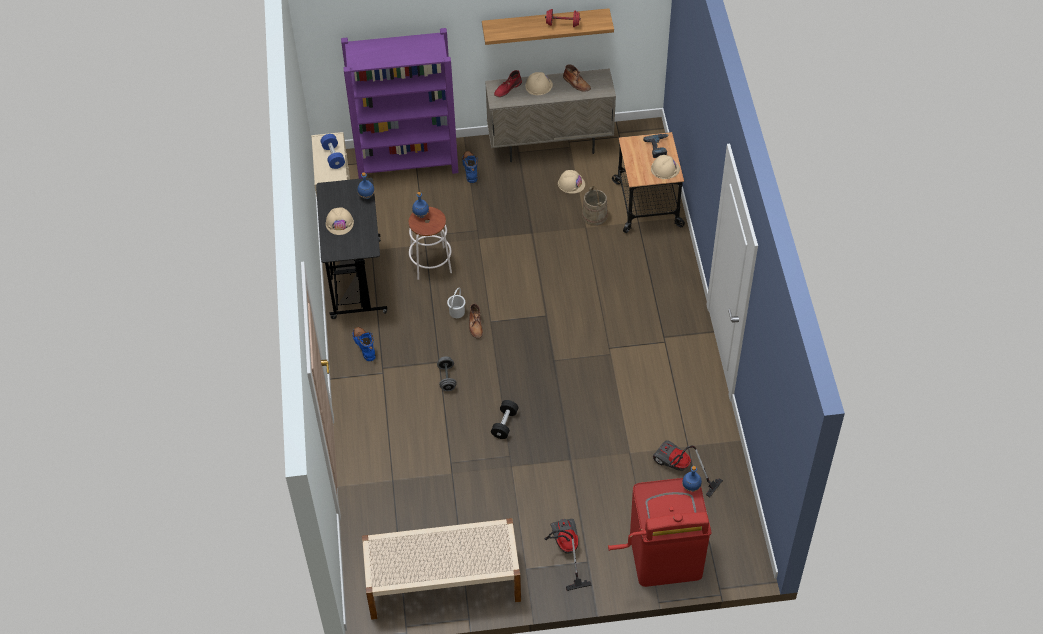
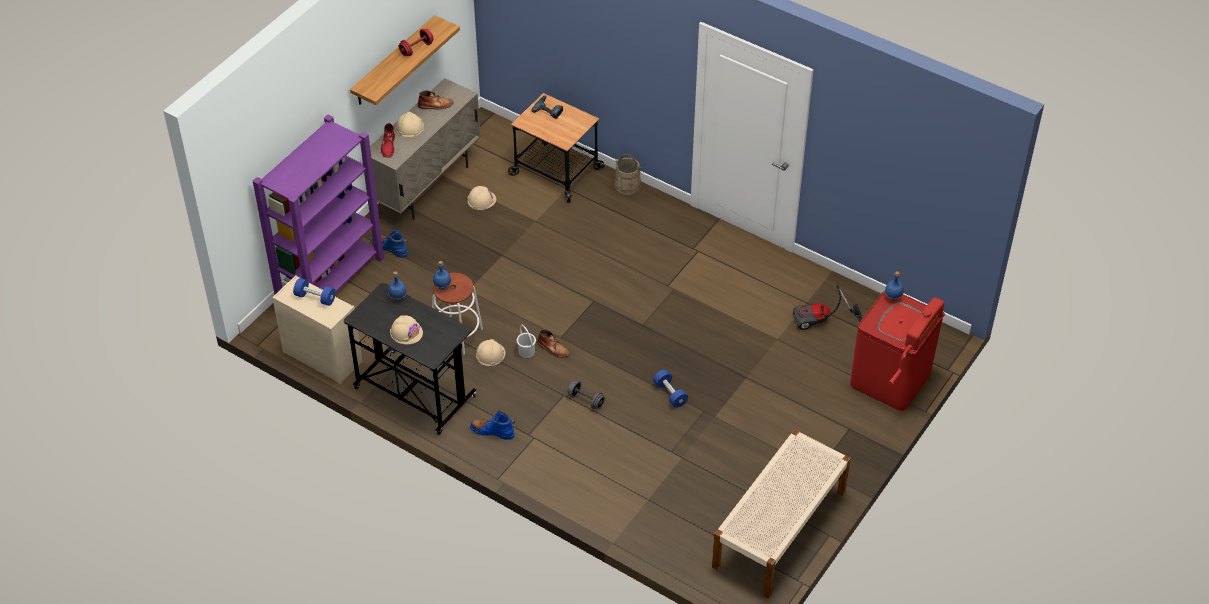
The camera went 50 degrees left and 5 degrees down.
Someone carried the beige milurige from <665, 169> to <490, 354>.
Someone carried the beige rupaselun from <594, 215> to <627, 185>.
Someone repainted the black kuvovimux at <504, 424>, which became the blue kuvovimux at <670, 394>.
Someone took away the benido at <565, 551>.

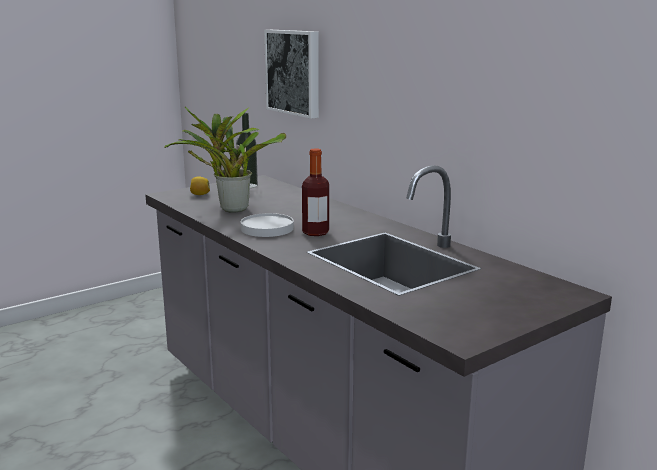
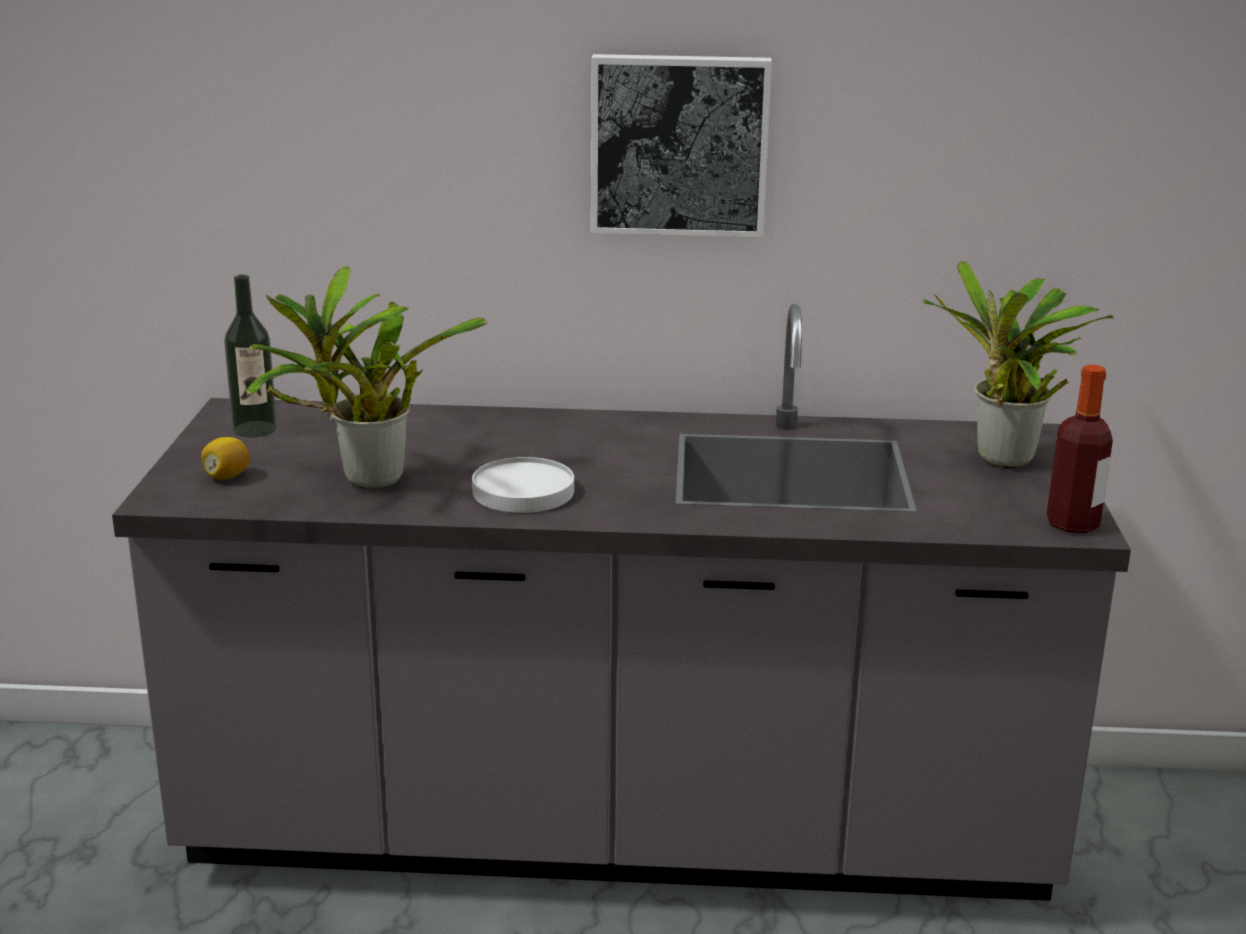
The camera went 50 degrees left and 5 degrees up.
Someone carried the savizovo from <294, 72> to <679, 145>.
Someone carried the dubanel from <315, 233> to <1072, 524>.
Someone put down the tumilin at <1002, 463>.

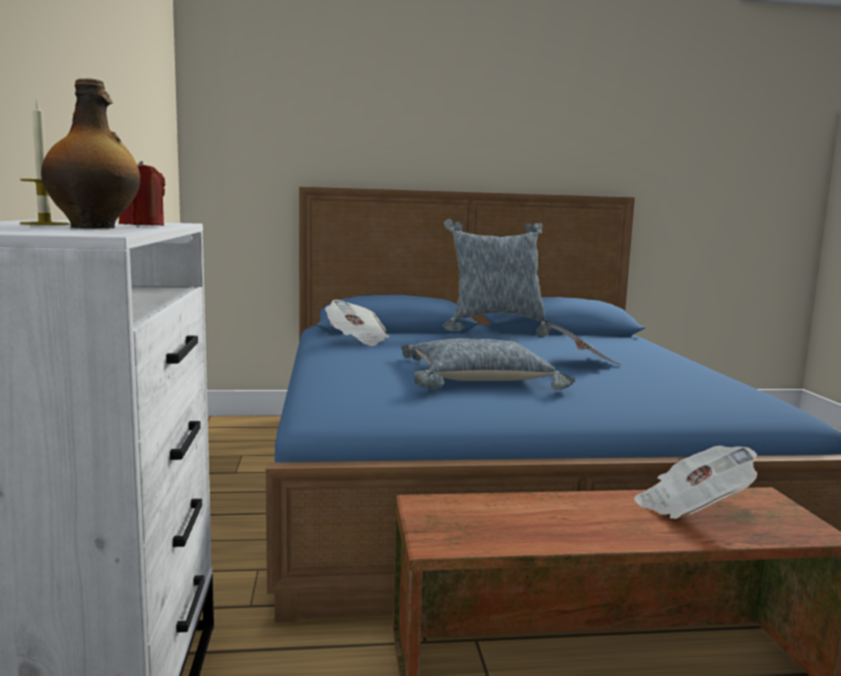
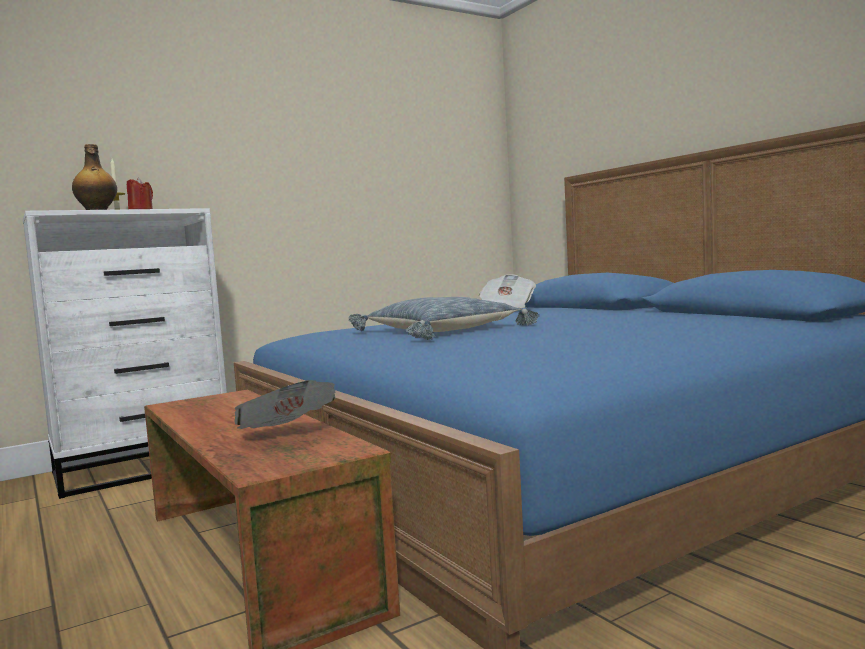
The camera went 65 degrees right and 5 degrees down.
Someone took away the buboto at <493, 333>.
Someone took away the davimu at <583, 363>.

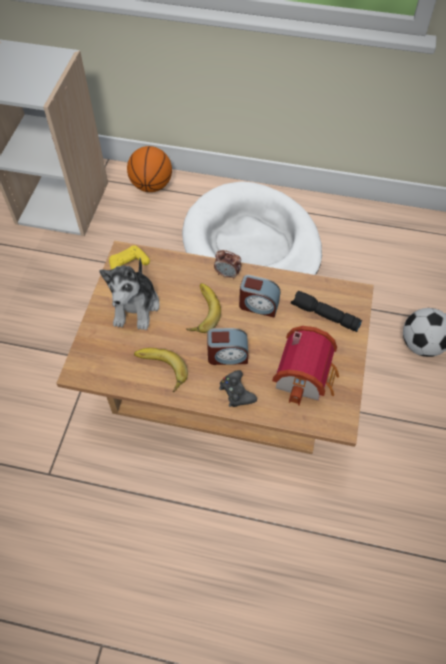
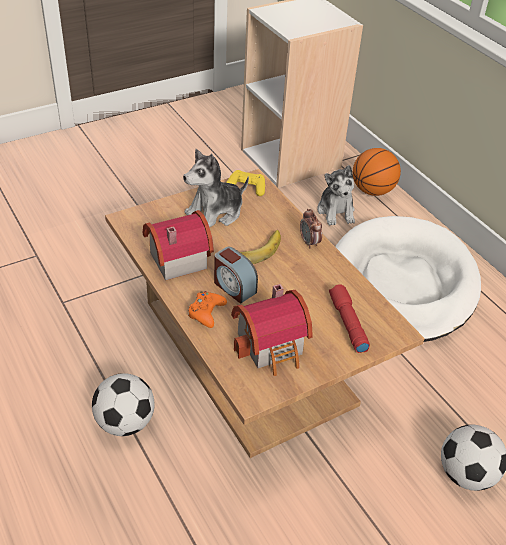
The camera went 45 degrees right and 15 degrees down.
Someone took away the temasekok at <258, 305>.
Someone repainted the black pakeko at <324, 315>, which became the red pakeko at <347, 323>.
Someone swapped the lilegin at <159, 370> for the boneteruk at <175, 258>.
Someone repainted the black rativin at <236, 392>, which became the orange rativin at <206, 312>.
Someone put down the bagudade at <336, 211>.
Someone put down the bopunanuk at <125, 422>.

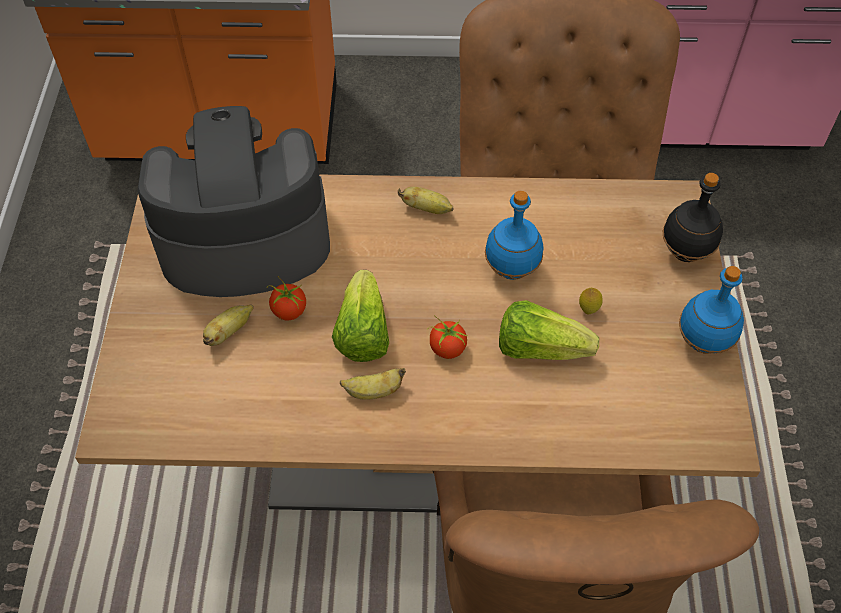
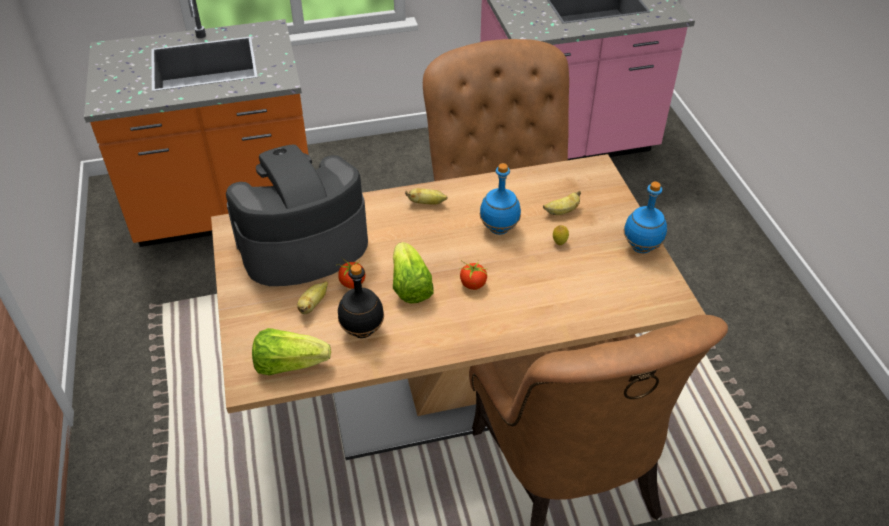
The camera went 15 degrees left and 10 degrees down.
Someone carried the black dubanel from <685, 253> to <362, 331>.
Someone carried the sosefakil from <540, 348> to <289, 364>.
Someone carried the lilegin from <373, 392> to <562, 211>.

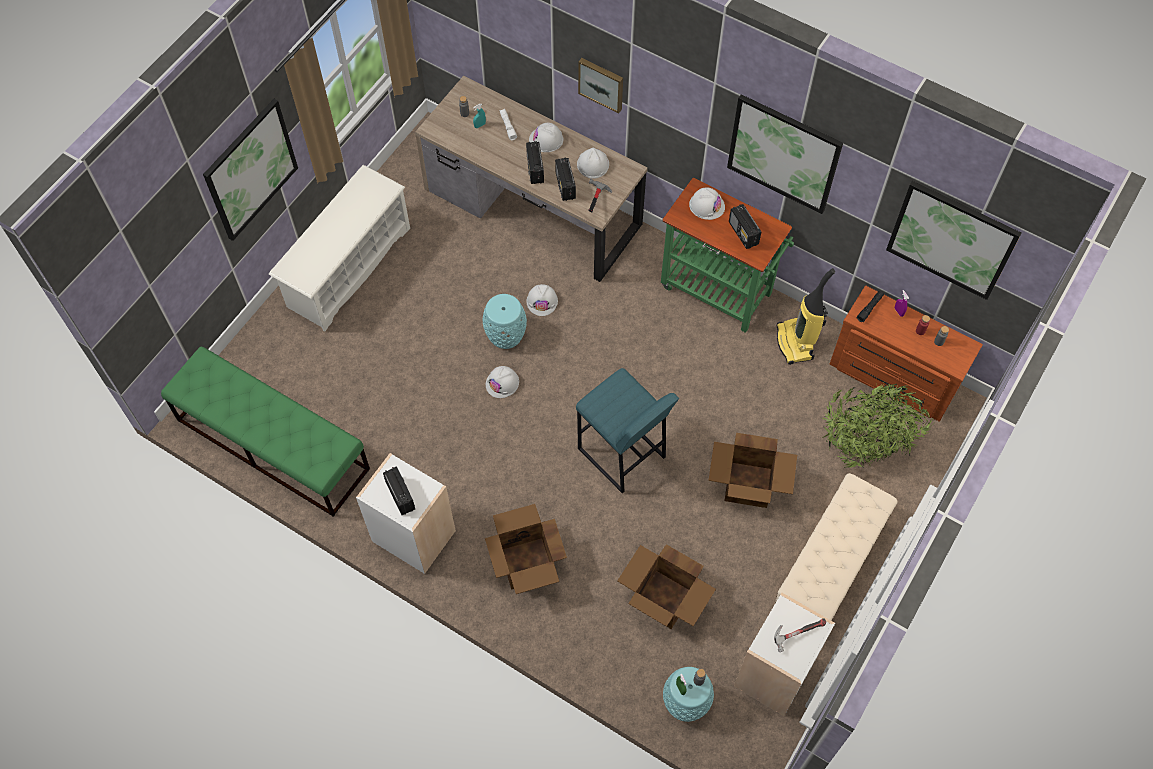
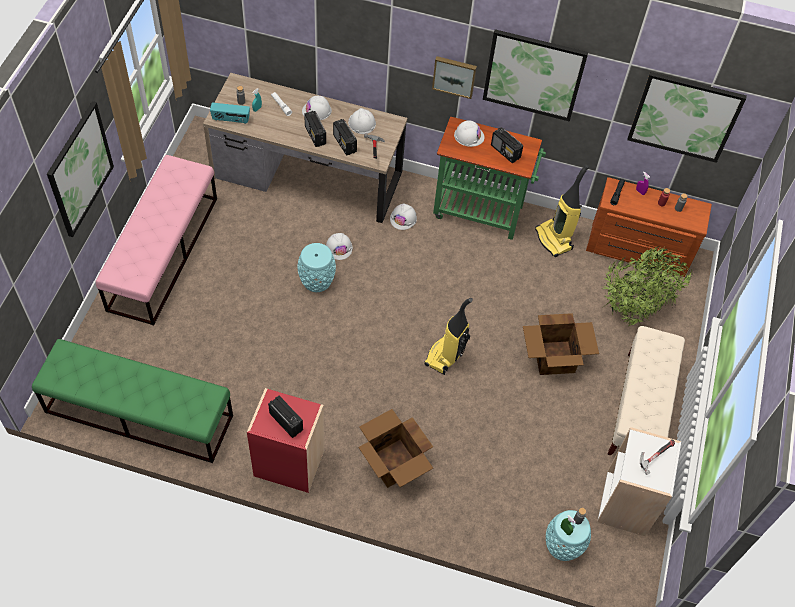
The camera went 20 degrees left and 5 degrees down.
Someone carried the savizovo from <601, 83> to <454, 76>.
Someone swapped the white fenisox at <348, 267> for the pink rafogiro at <163, 252>.
Someone carried the white milurige from <502, 383> to <403, 218>.
Someone swapped the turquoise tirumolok at <623, 454> for the benido at <445, 356>.
Someone repainted the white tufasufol at <412, 536>, which became the red tufasufol at <288, 463>.
Someone took away the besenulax at <664, 600>.
Someone put down the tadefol at <231, 120>.

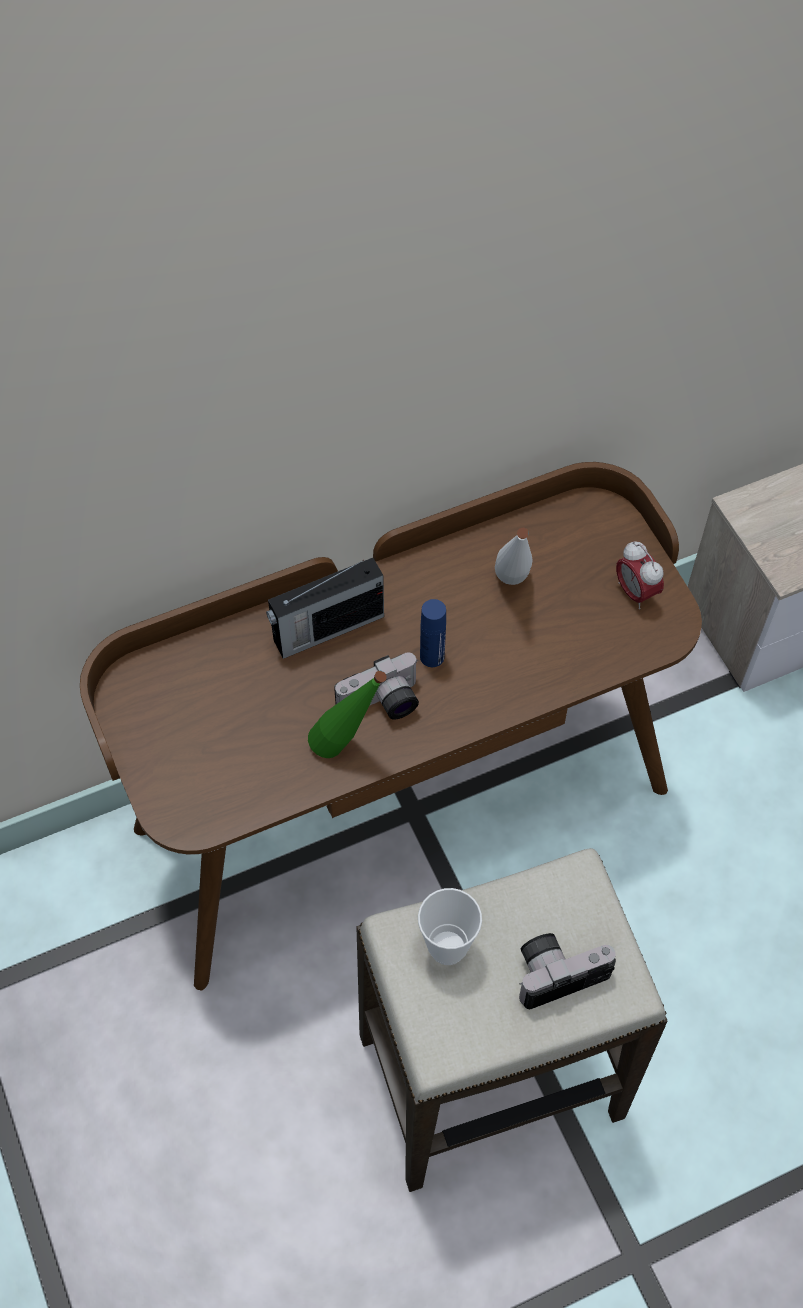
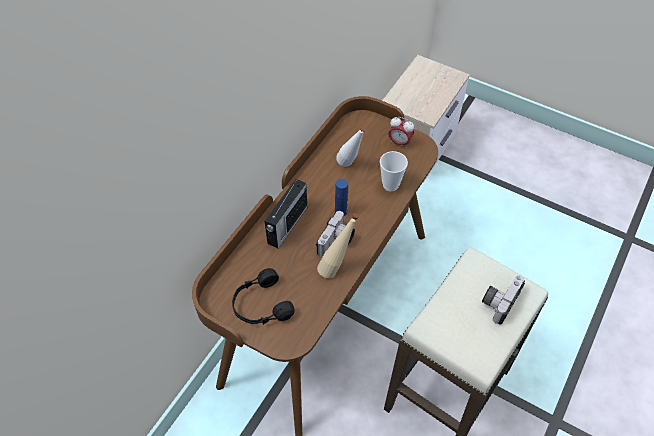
The camera went 35 degrees left and 5 degrees down.
Someone repainted the green dubanel at <348, 747>, which became the beige dubanel at <337, 268>.
Someone carried the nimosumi from <447, 948> to <390, 185>.
Someone put down the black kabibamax at <260, 305>.

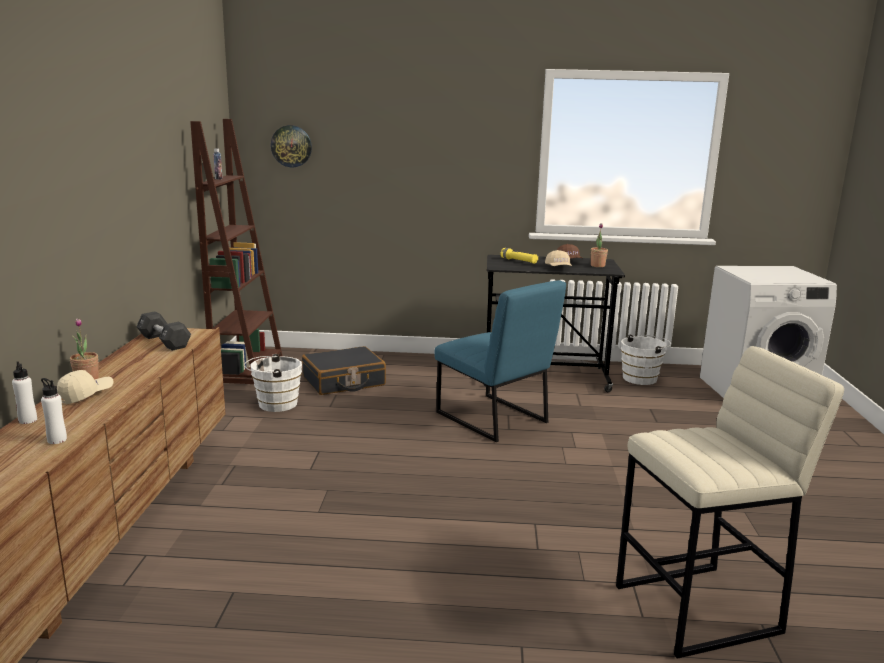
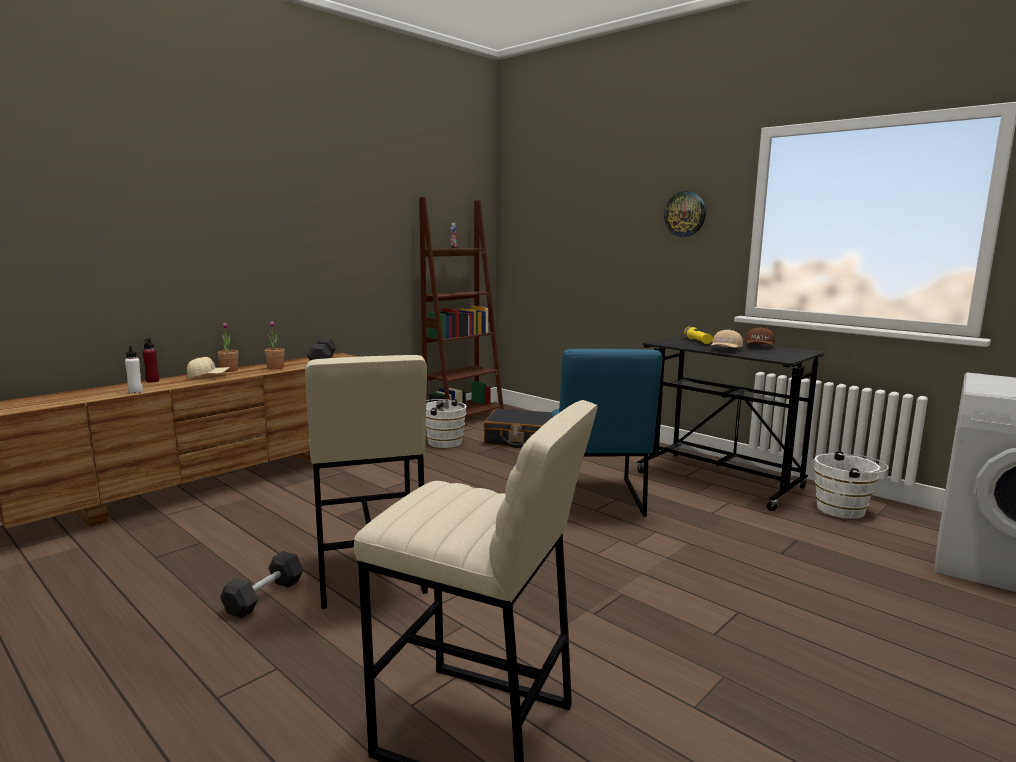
The camera went 40 degrees right and 5 degrees down.
Someone carried the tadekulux from <291, 146> to <685, 214>.
Someone carried the tumilin from <597, 265> to <275, 368>.
Someone repainted the white dubanel at <28, 420>, which became the red dubanel at <152, 381>.
Someone put down the beige tirumolok at <370, 574>.
Someone put down the black kuvovimux at <264, 597>.

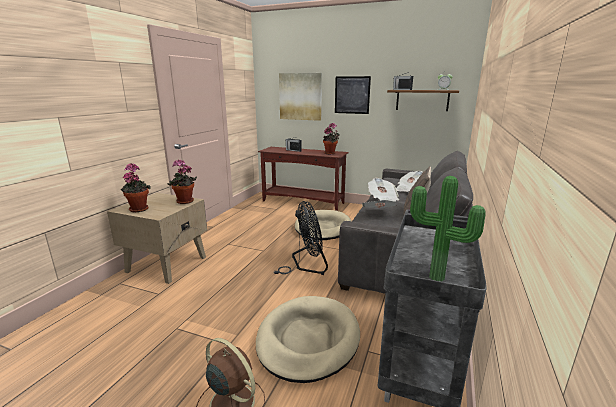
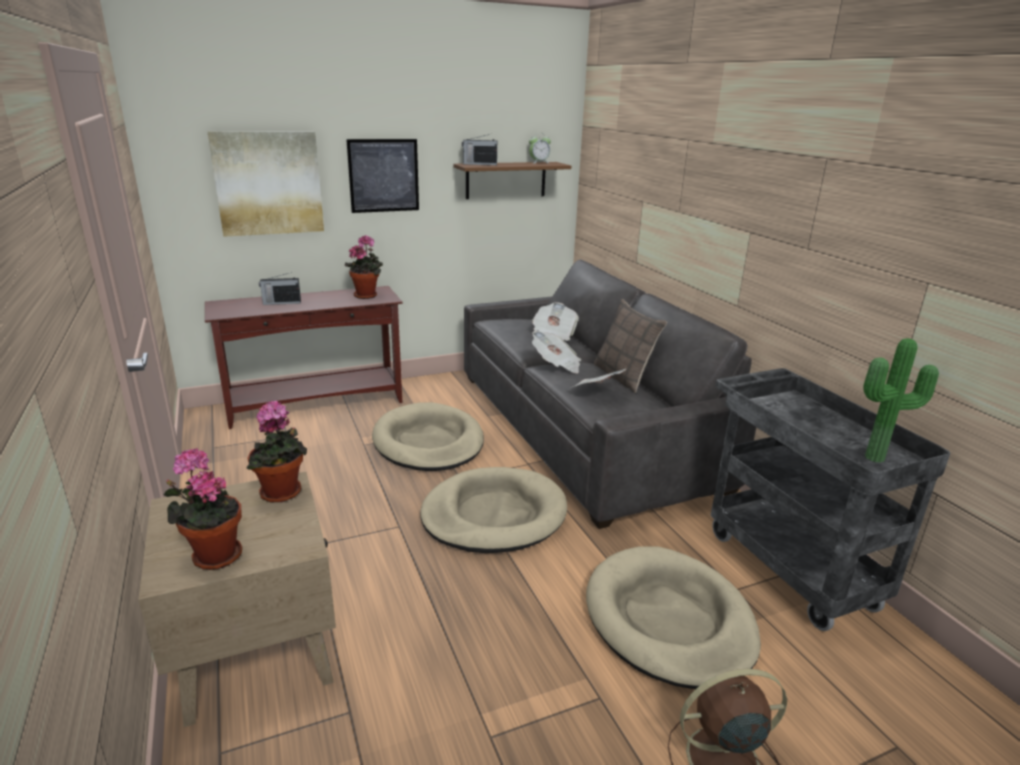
The camera went 45 degrees left and 5 degrees up.
Someone swapped the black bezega at <304, 262> for the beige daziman at <494, 515>.

